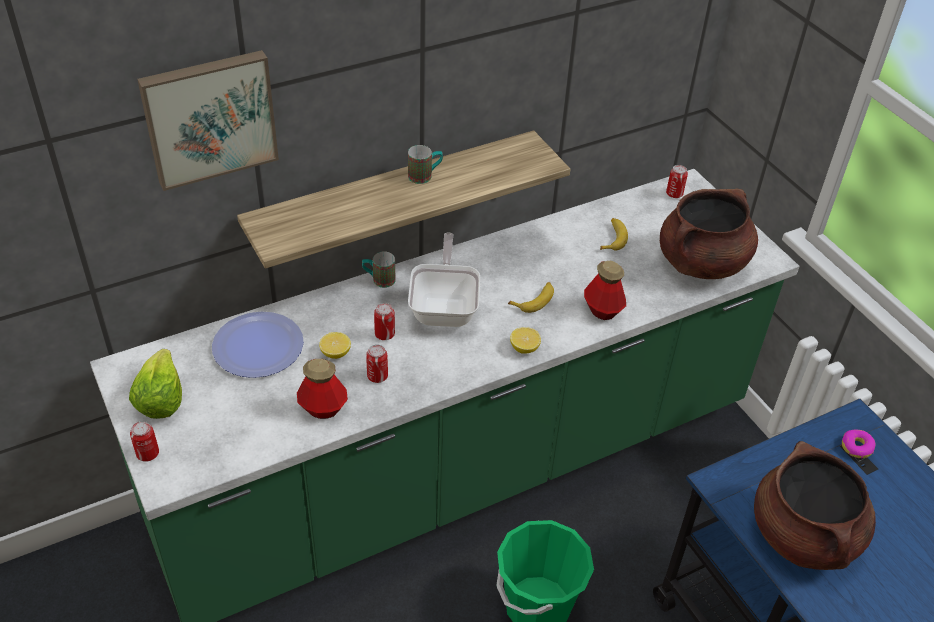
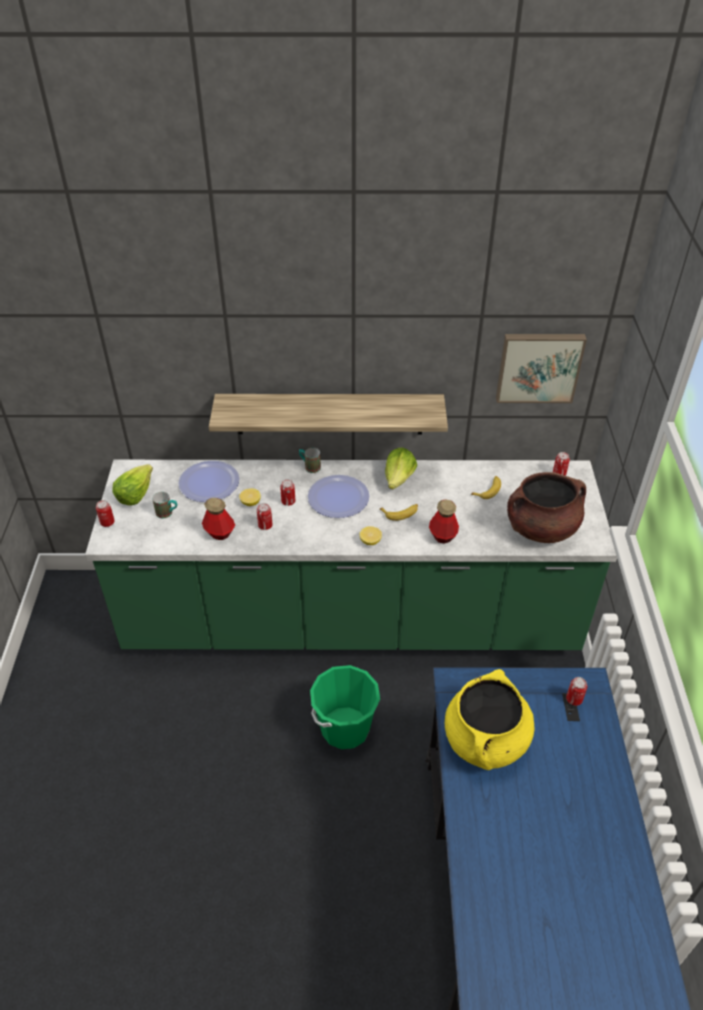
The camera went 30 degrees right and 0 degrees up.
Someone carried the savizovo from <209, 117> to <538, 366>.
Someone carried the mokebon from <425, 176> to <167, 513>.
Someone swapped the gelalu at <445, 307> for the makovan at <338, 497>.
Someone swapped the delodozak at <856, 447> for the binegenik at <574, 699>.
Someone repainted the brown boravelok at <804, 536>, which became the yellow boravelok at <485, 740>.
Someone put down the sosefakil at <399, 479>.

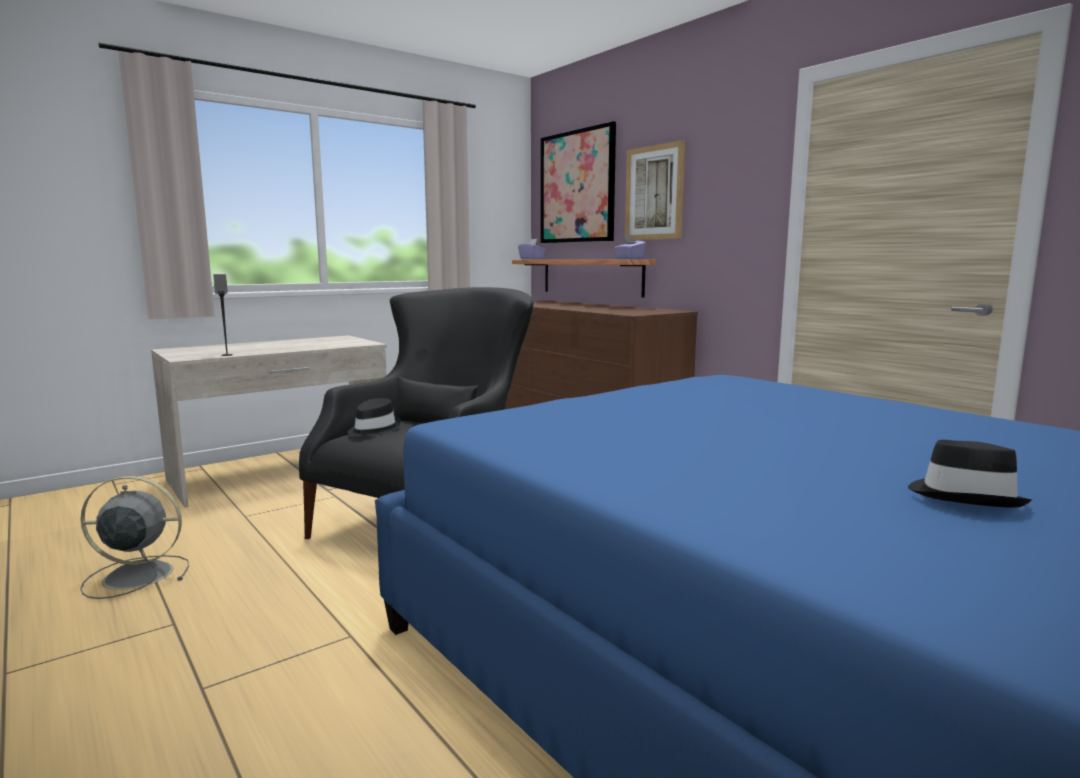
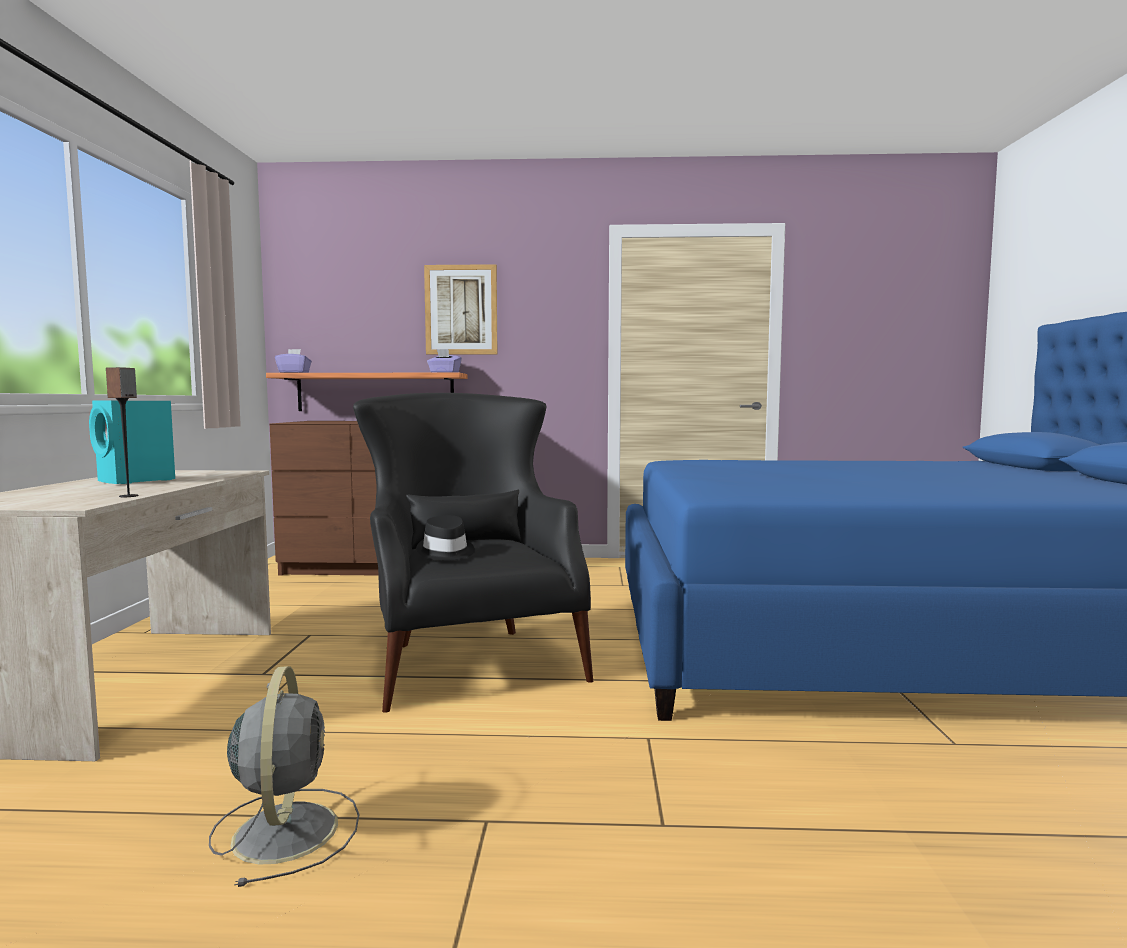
The camera went 50 degrees left and 5 degrees down.
Someone took away the savizovo at <577, 187>.
Someone took away the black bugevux at <965, 496>.
Someone rotated the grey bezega at <135, 575> by 135 degrees clockwise.
Someone put down the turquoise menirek at <136, 480>.

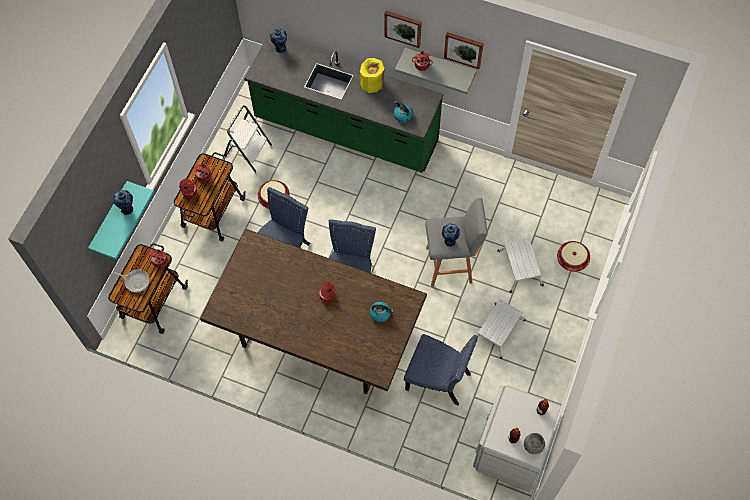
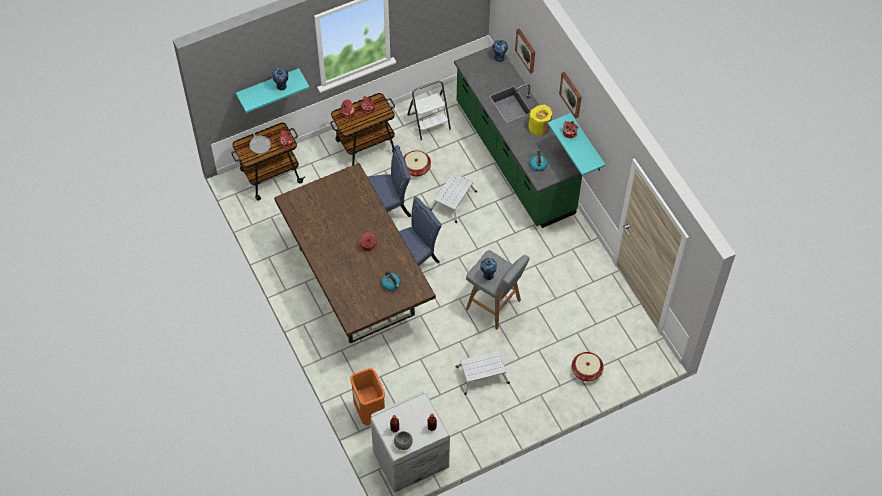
The camera went 40 degrees right and 5 degrees down.
Someone carried the savizovo from <463, 49> to <526, 50>.
Someone repainted the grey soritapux at <440, 65>, which became the turquoise soritapux at <587, 144>.
Someone carried the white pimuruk from <520, 268> to <453, 201>.
Someone took away the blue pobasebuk at <437, 379>.
Someone put down the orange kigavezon at <369, 412>.

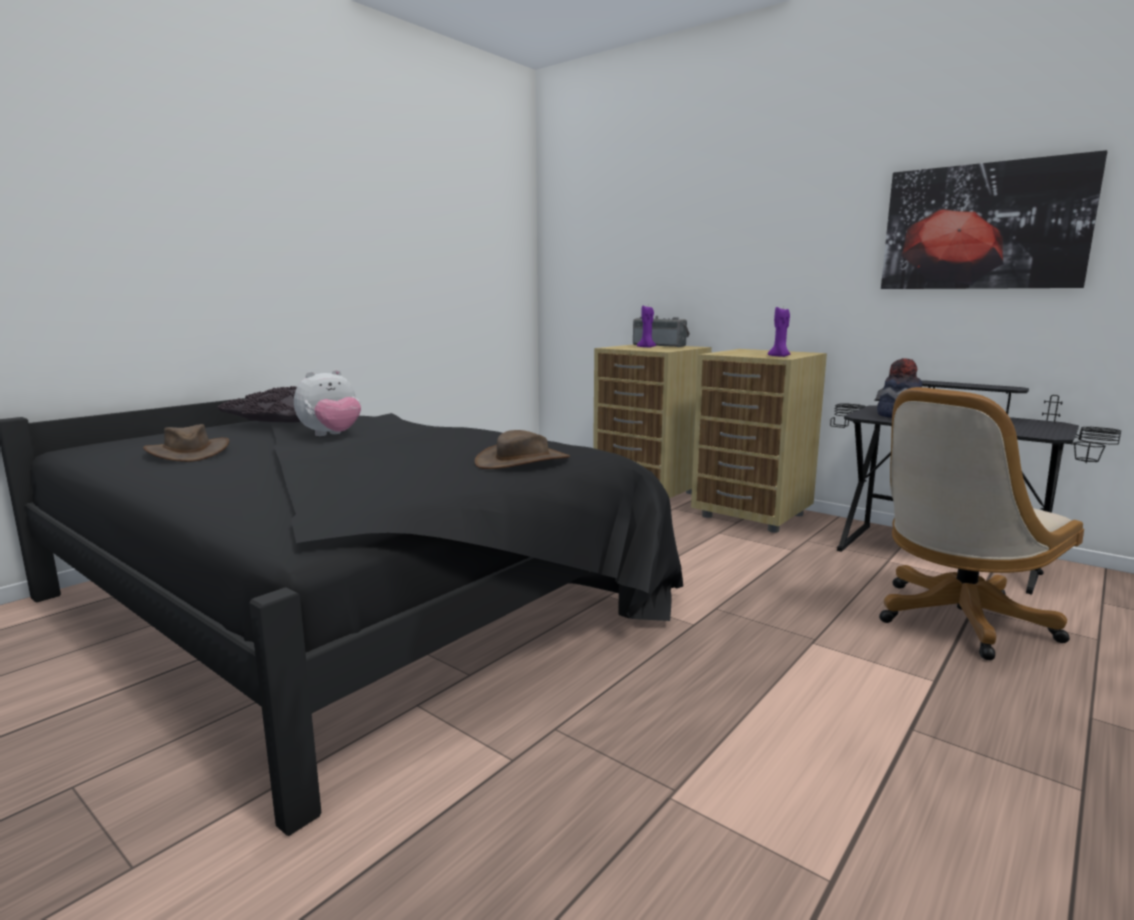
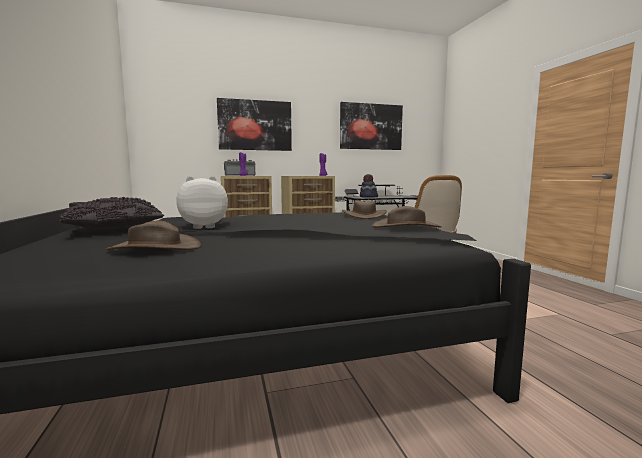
The camera went 55 degrees left and 5 degrees down.
Someone rotated the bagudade at <331, 435> by 105 degrees counterclockwise.
Someone put up the savizovo at <255, 125>.
Someone put down the brown bugevux at <406, 227>.

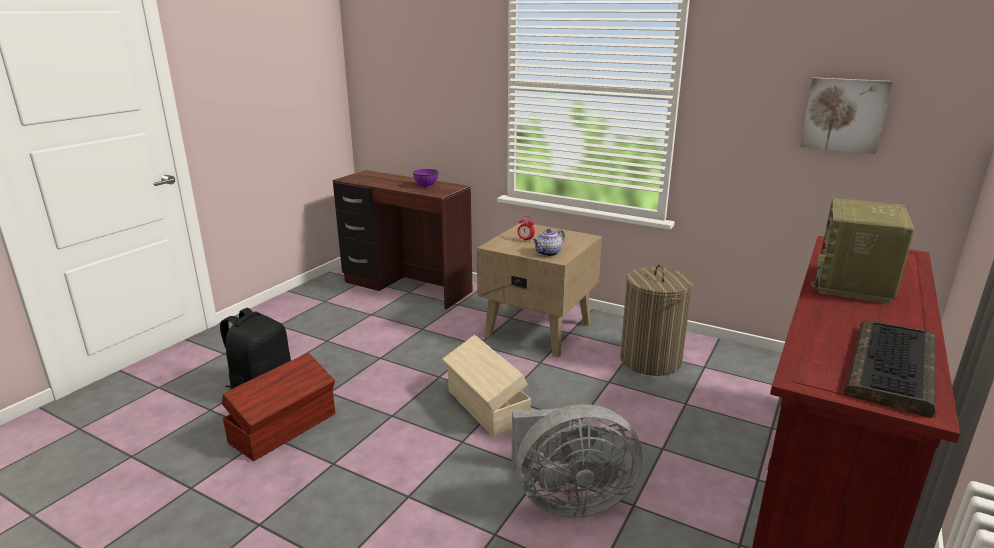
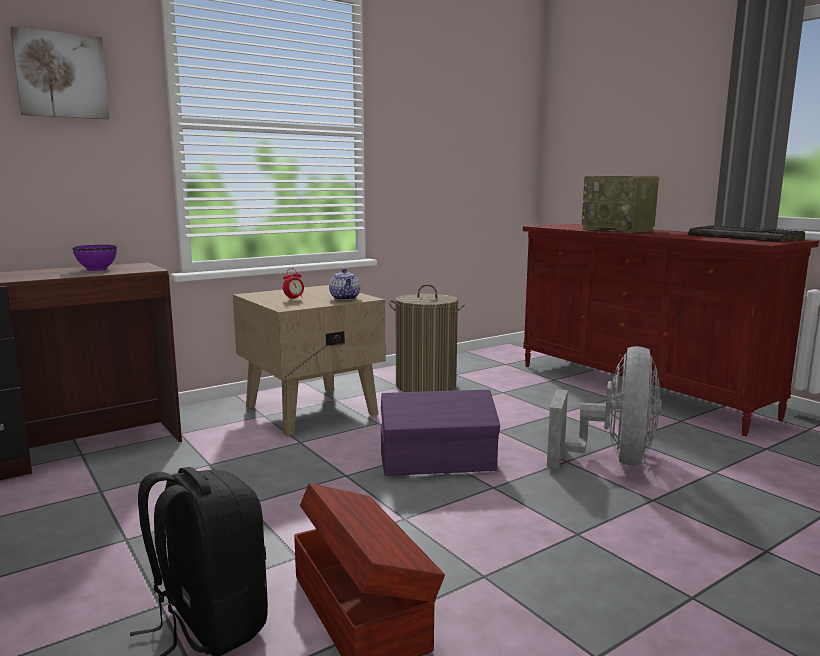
The camera went 65 degrees left and 10 degrees down.
Someone carried the savizovo from <844, 115> to <61, 75>.
Someone repainted the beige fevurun at <486, 407>, which became the purple fevurun at <438, 463>.

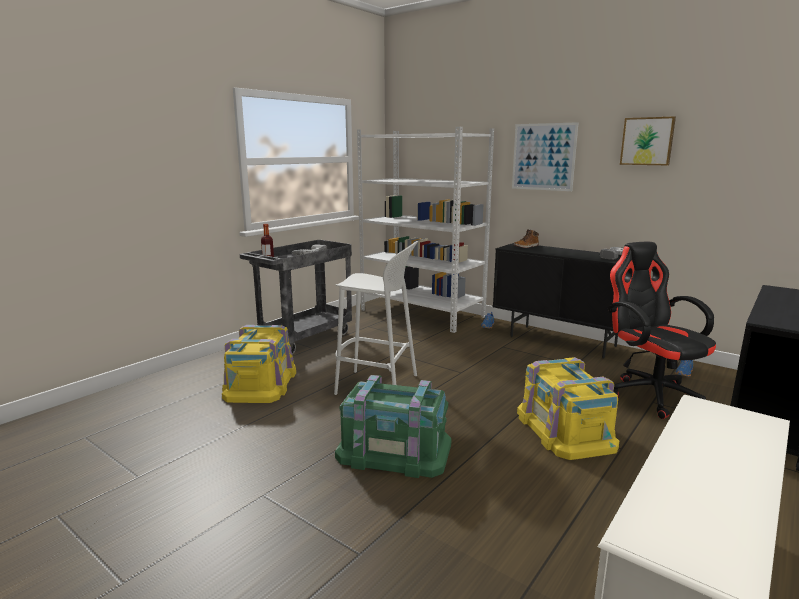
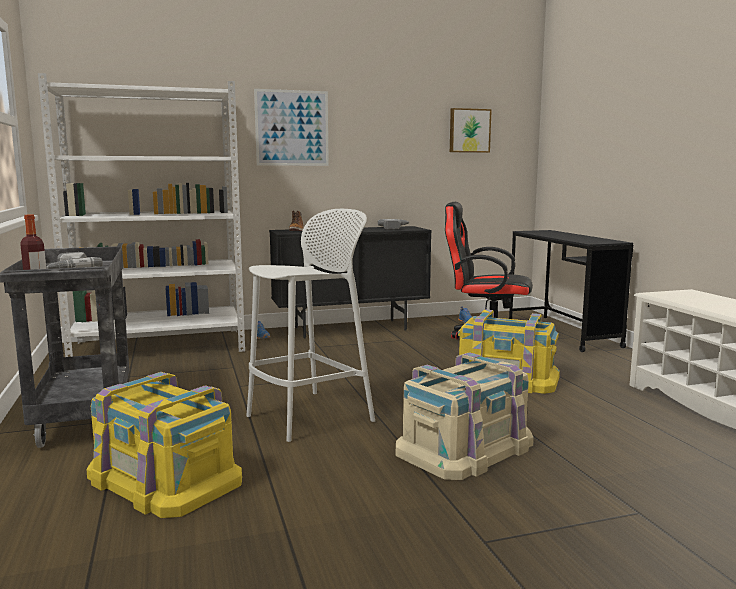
The camera went 55 degrees left and 5 degrees down.
Someone carried the savizovo from <647, 141> to <469, 130>.
Someone repainted the green fevurun at <394, 451>, which became the beige fevurun at <465, 447>.

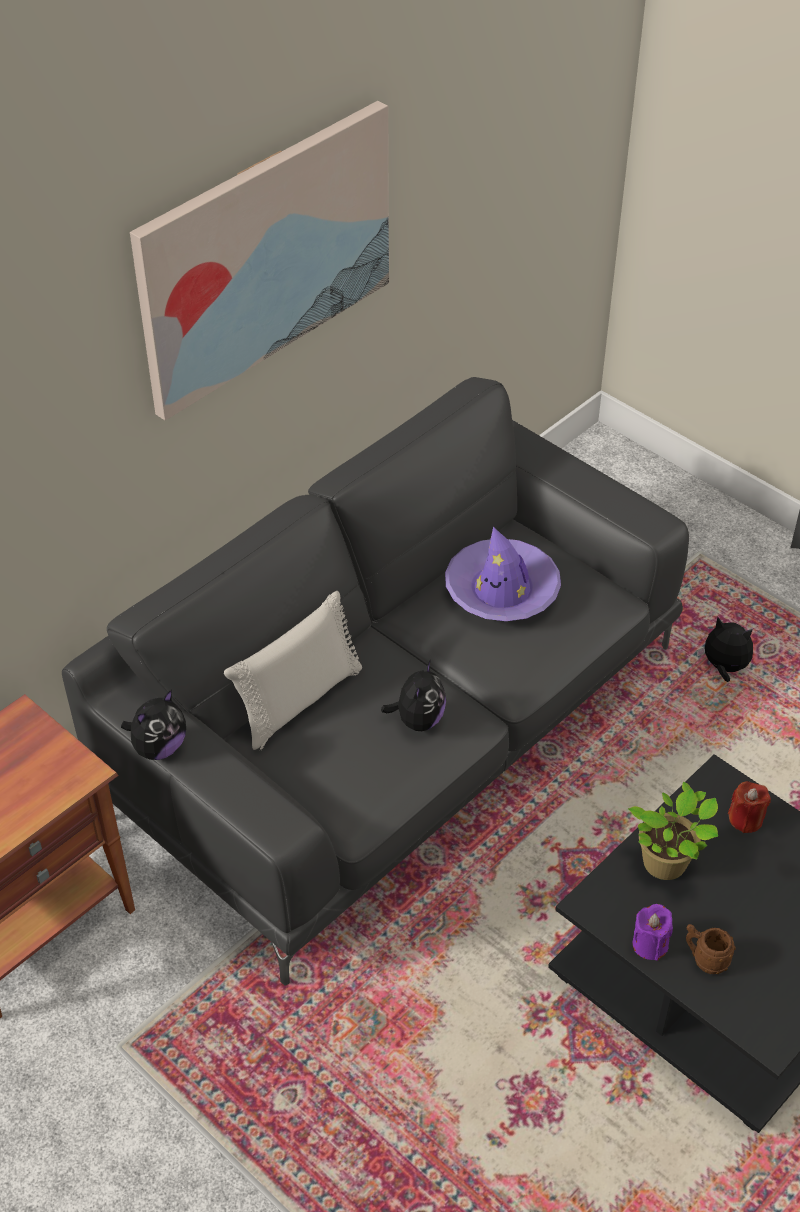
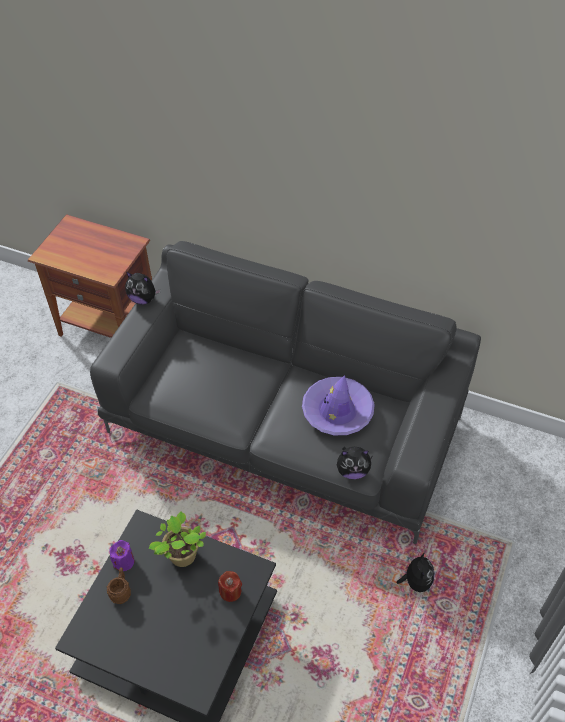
The camera went 70 degrees right and 5 degrees up.
Someone took away the savizovo at <265, 256>.
Someone took away the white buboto at <298, 700>.
Someone carried the bagudade from <418, 720> to <352, 471>.

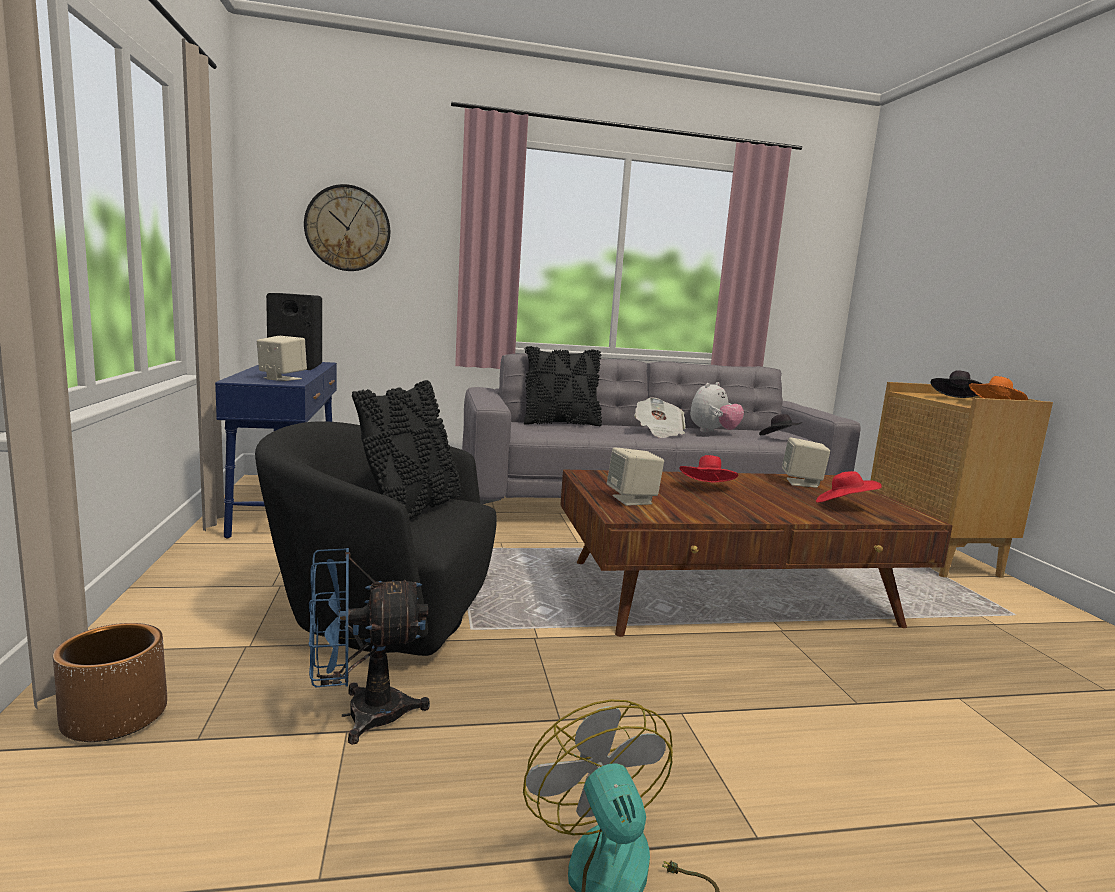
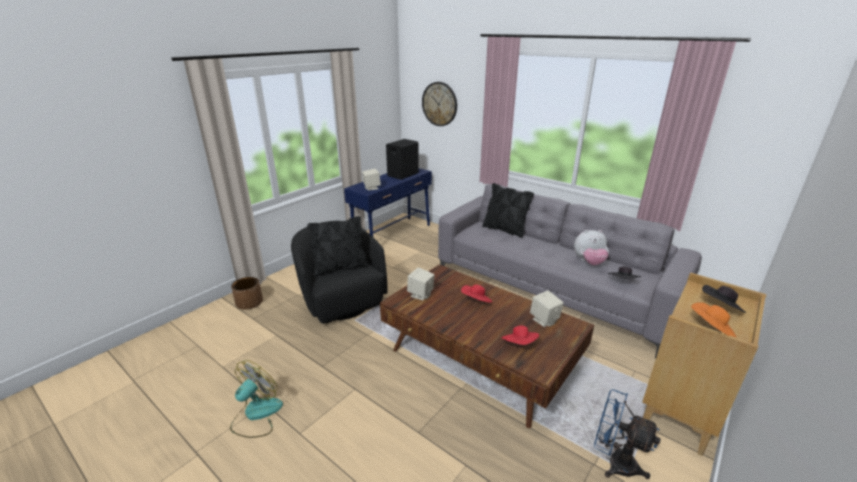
The camera went 50 degrees right and 15 degrees up.
Someone took away the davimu at <659, 432>.
Someone carried the blue bezega from <360, 715> to <614, 462>.

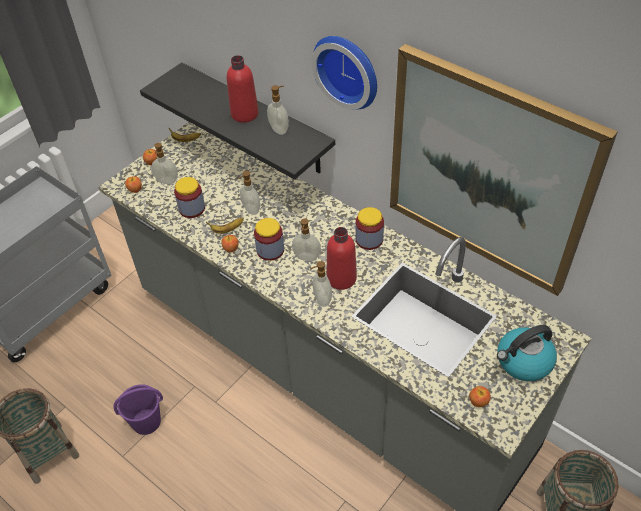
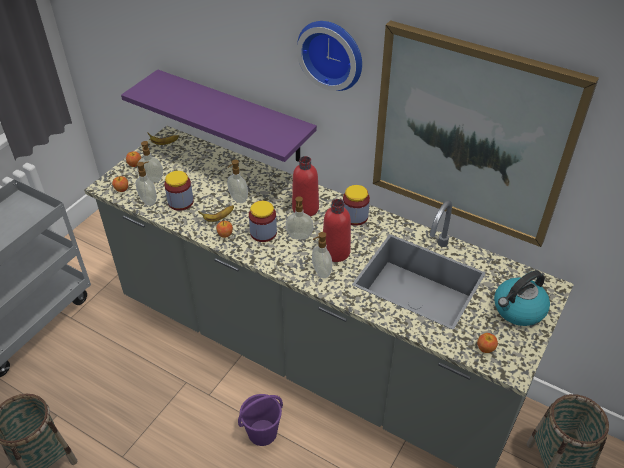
The camera went 10 degrees left and 5 degrees down.
Someone carried the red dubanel from <244, 114> to <305, 208>.
Someone repainted the black soritapux at <256, 119>, which became the purple soritapux at <235, 116>.
Someone carried the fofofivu from <279, 129> to <149, 200>.
Someone carried the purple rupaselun from <147, 421> to <263, 432>.

